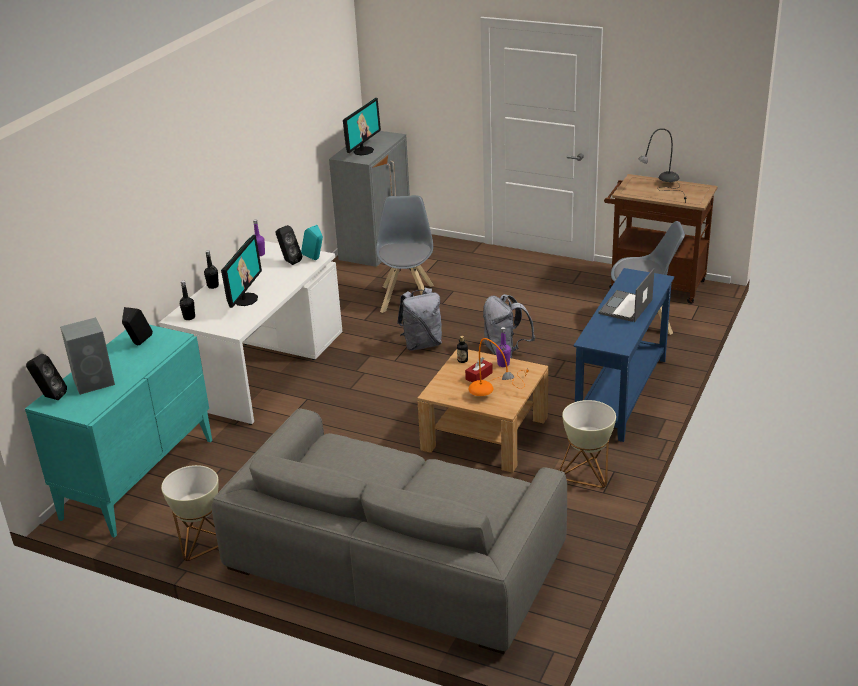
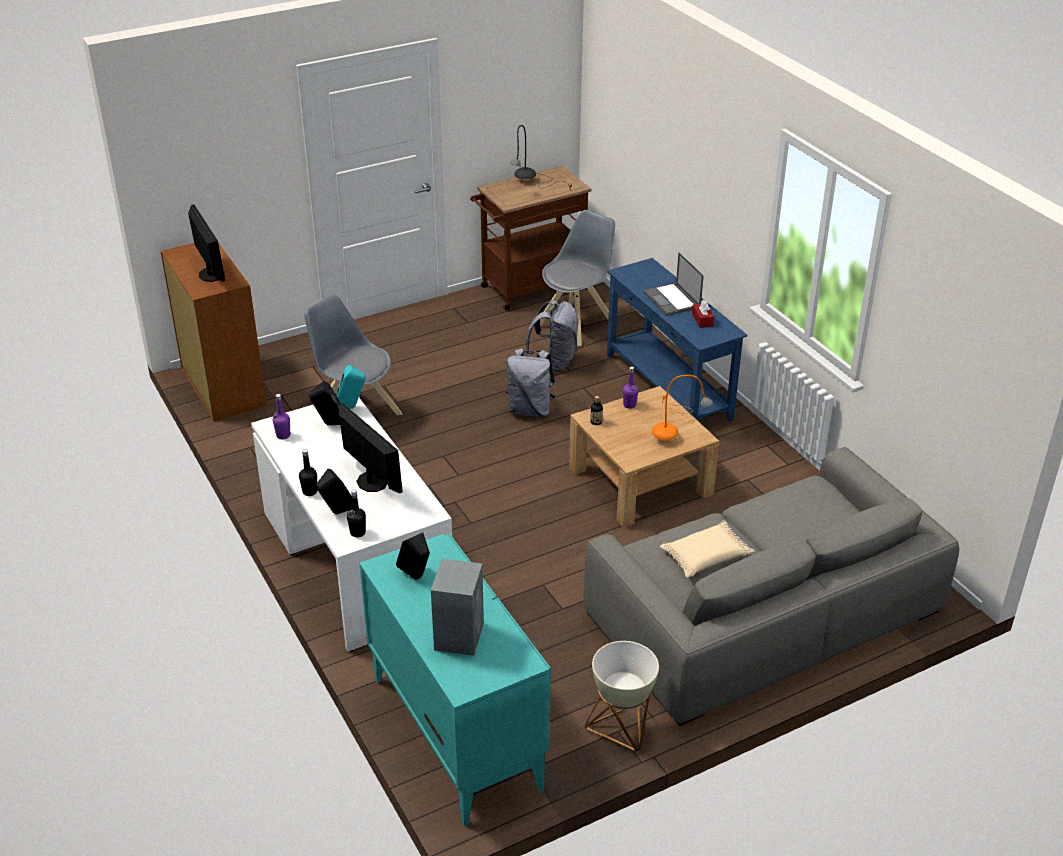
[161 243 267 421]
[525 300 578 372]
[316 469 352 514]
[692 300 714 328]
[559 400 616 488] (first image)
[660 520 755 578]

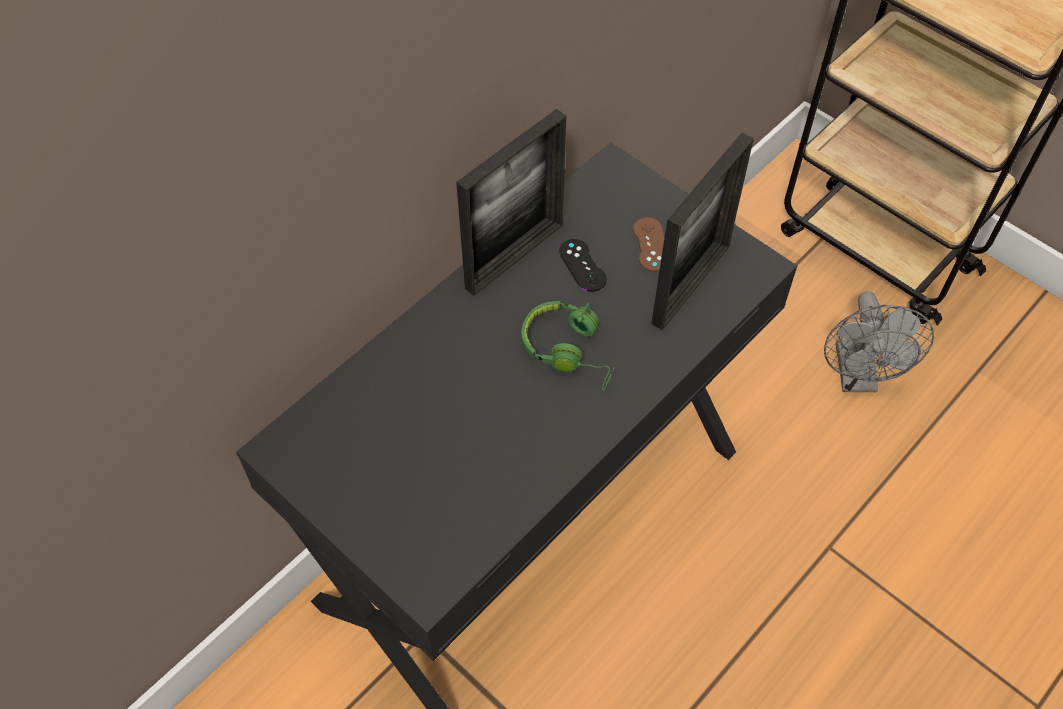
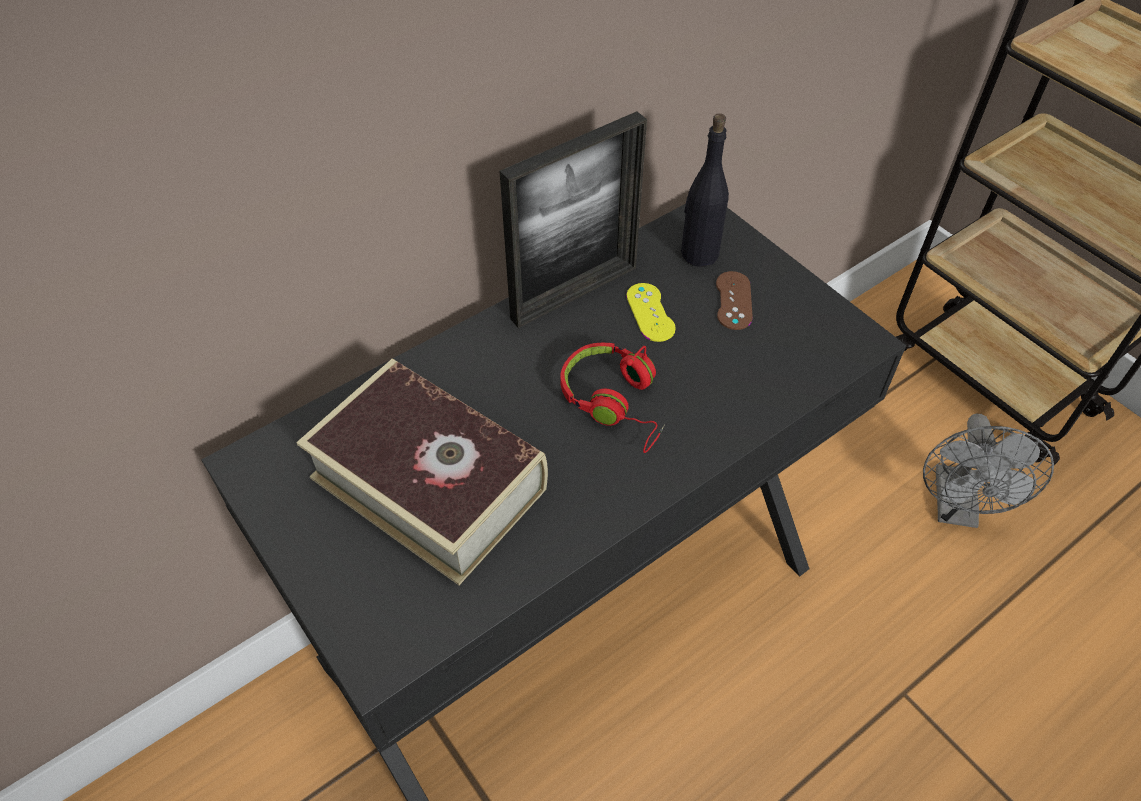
[651 132 754 330] (first image)
[626 283 676 342]
[561 343 665 453]
[681 113 729 267]
[296 358 548 585]

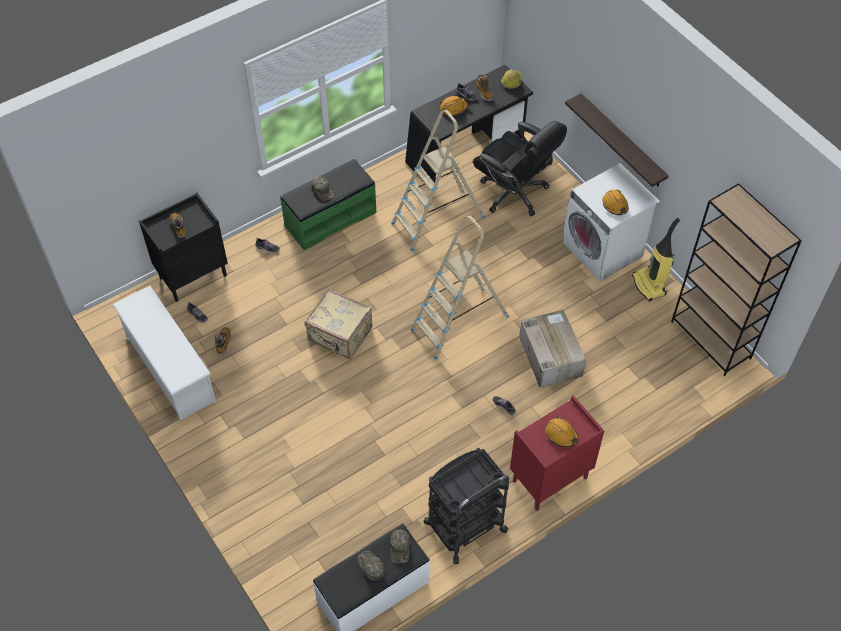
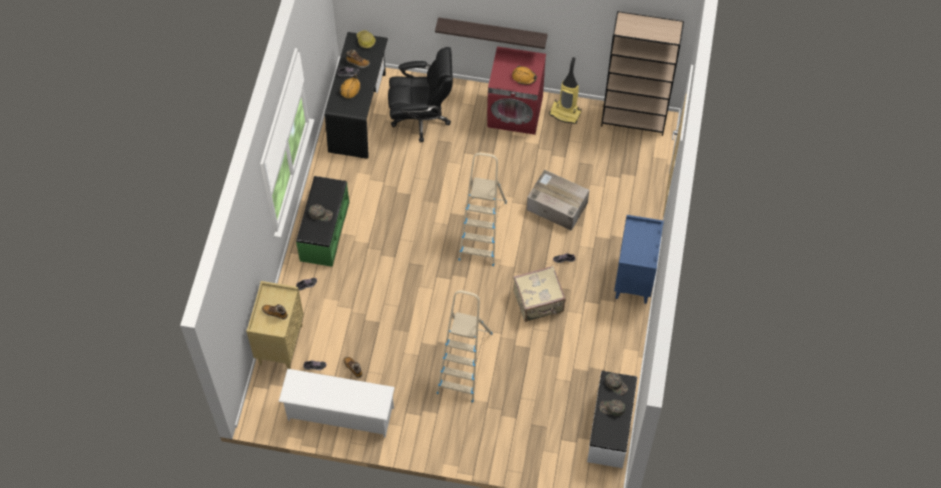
[437 290 493 403]
[487 46 546 135]
[246 281 304 369]
[513 266 566 322]
[614 215 664 304]
[545 417 578 448] (first image)
[423 448 509 564] (first image)

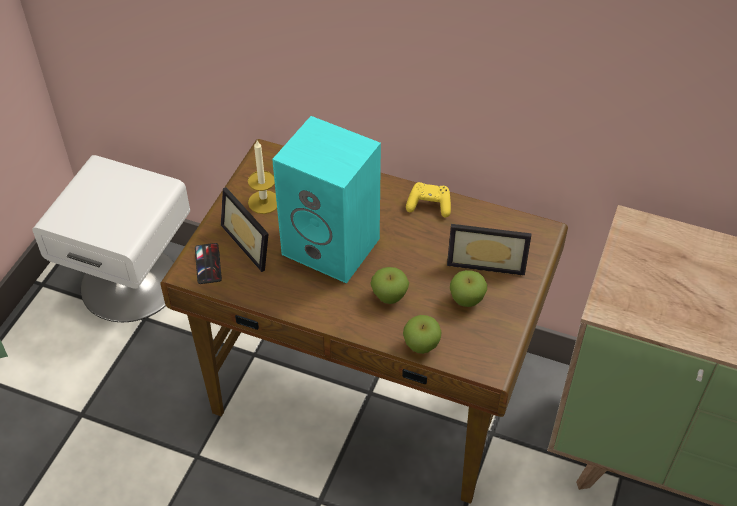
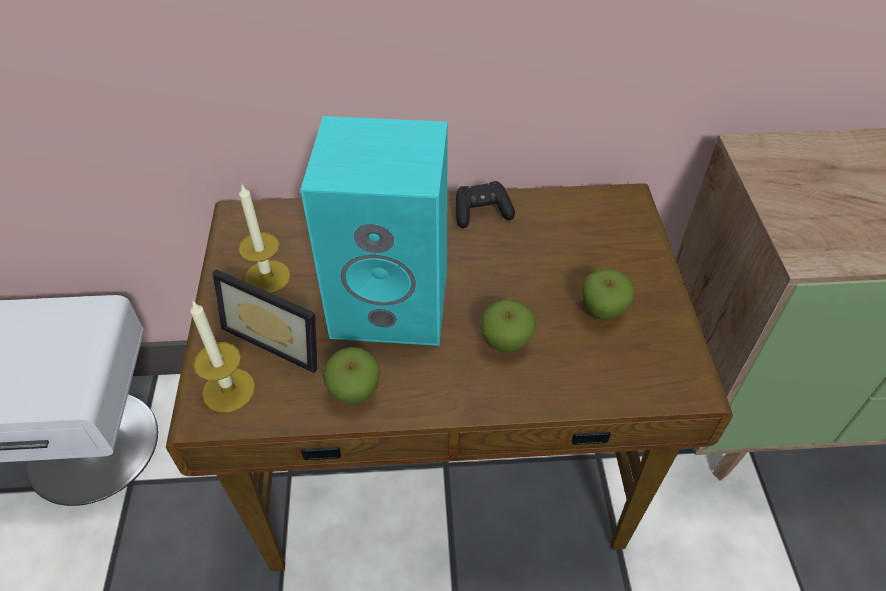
[456 181 515 228]
[447 224 531 276] (first image)
[190 301 255 412]
[323 347 380 404]

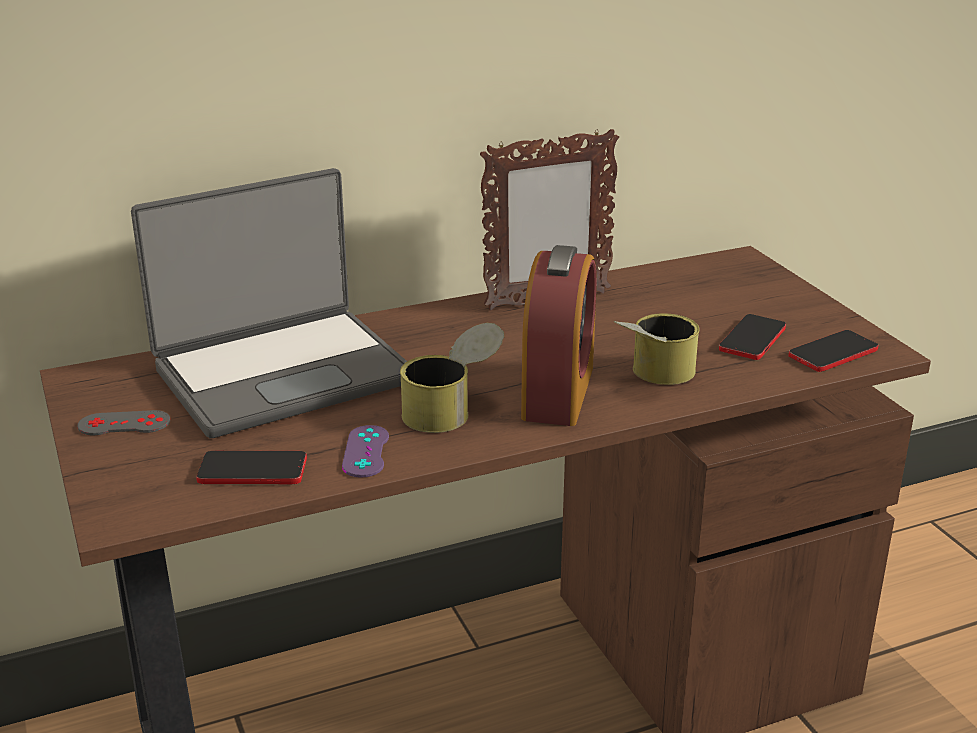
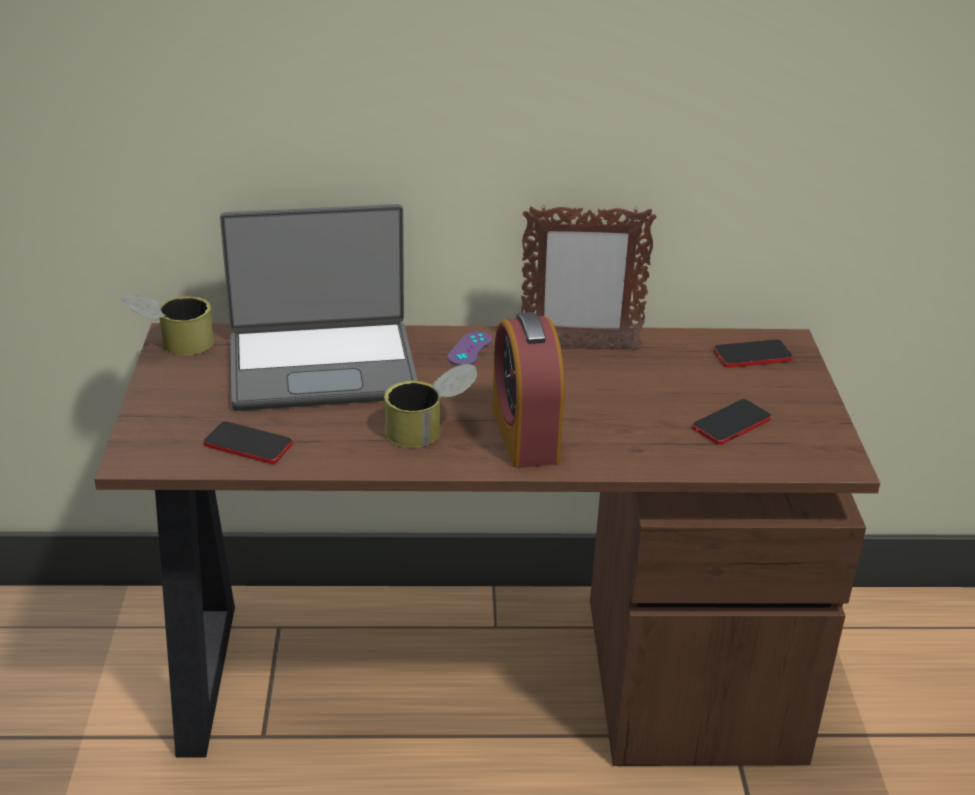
[492 312 565 468]
[122 295 214 356]
[713 339 793 367]
[77 410 170 436] (first image)
[447 331 492 366]

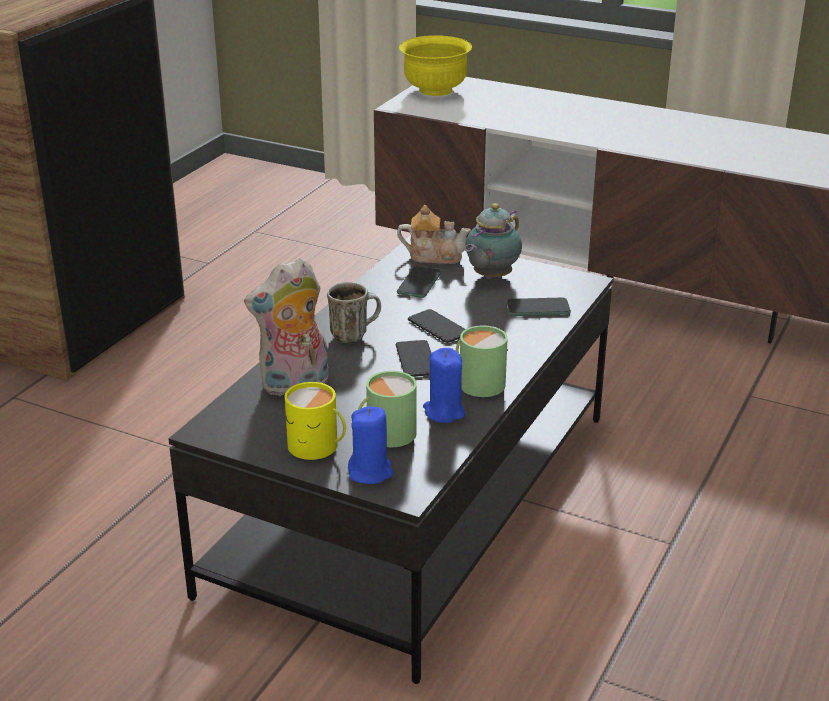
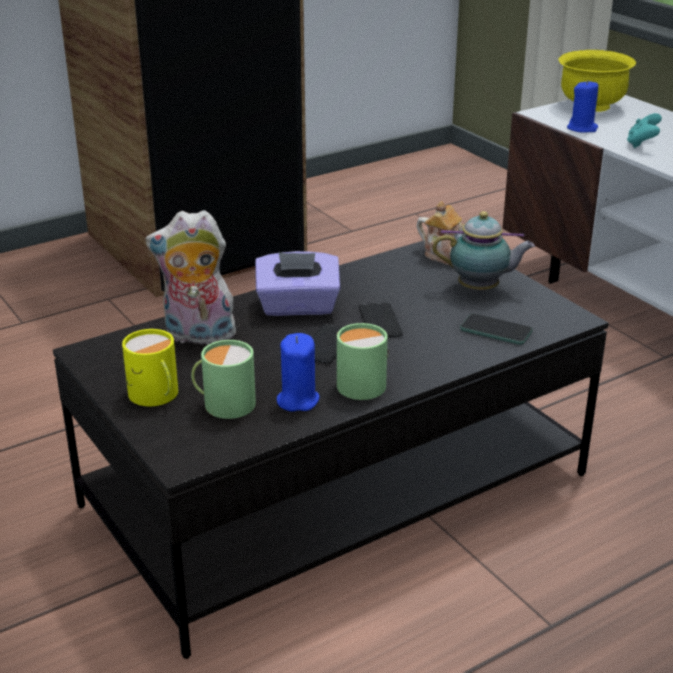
[433 211 535 290]
[397 266 441 298] (first image)
[255 251 340 316]
[567 80 598 133]
[627 113 662 148]

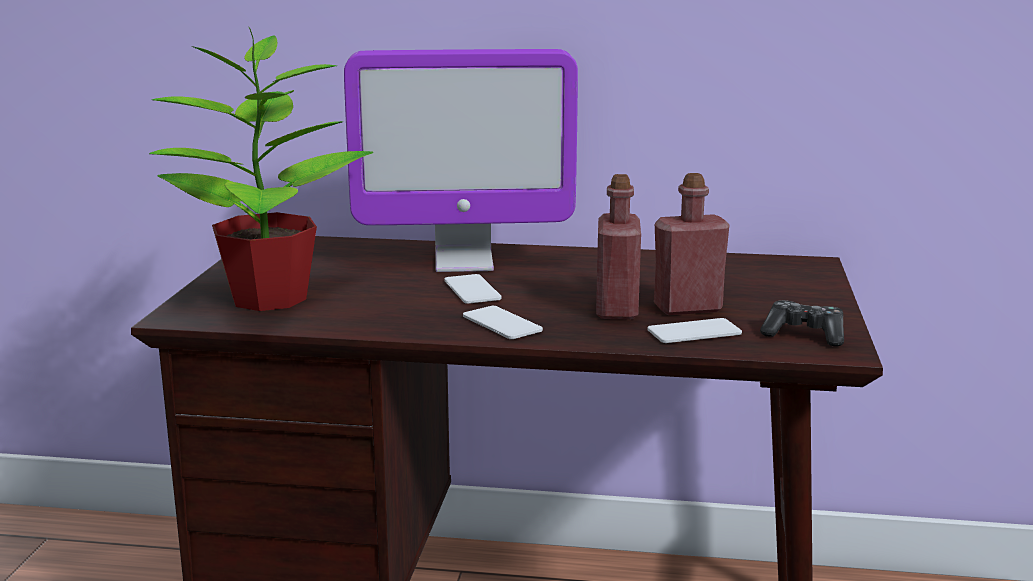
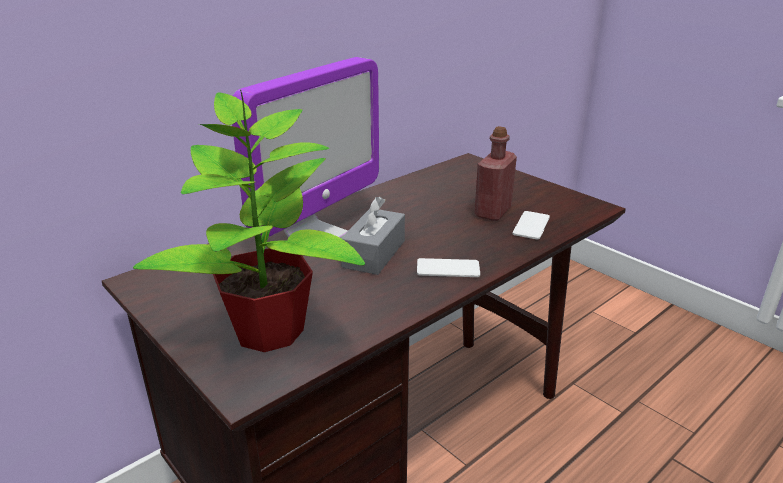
[596 174 641 320] (first image)
[341 196 405 275]
[760 300 844 347] (first image)

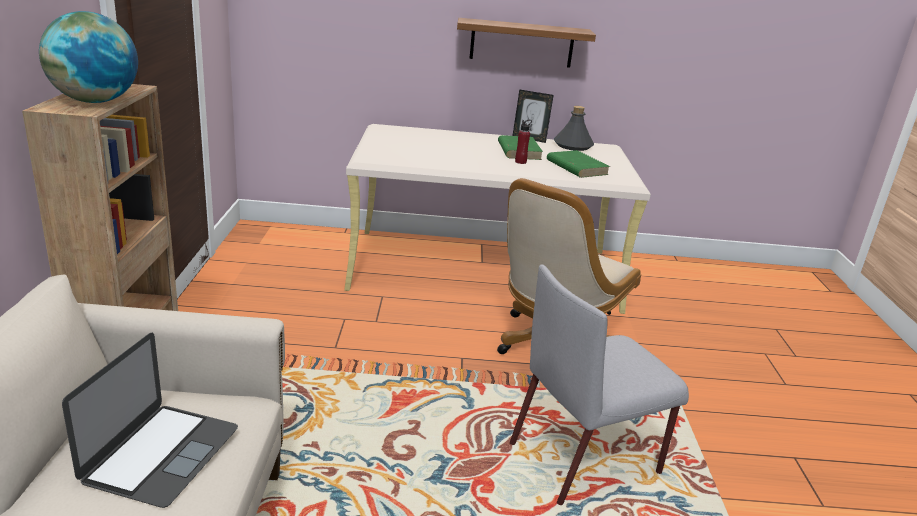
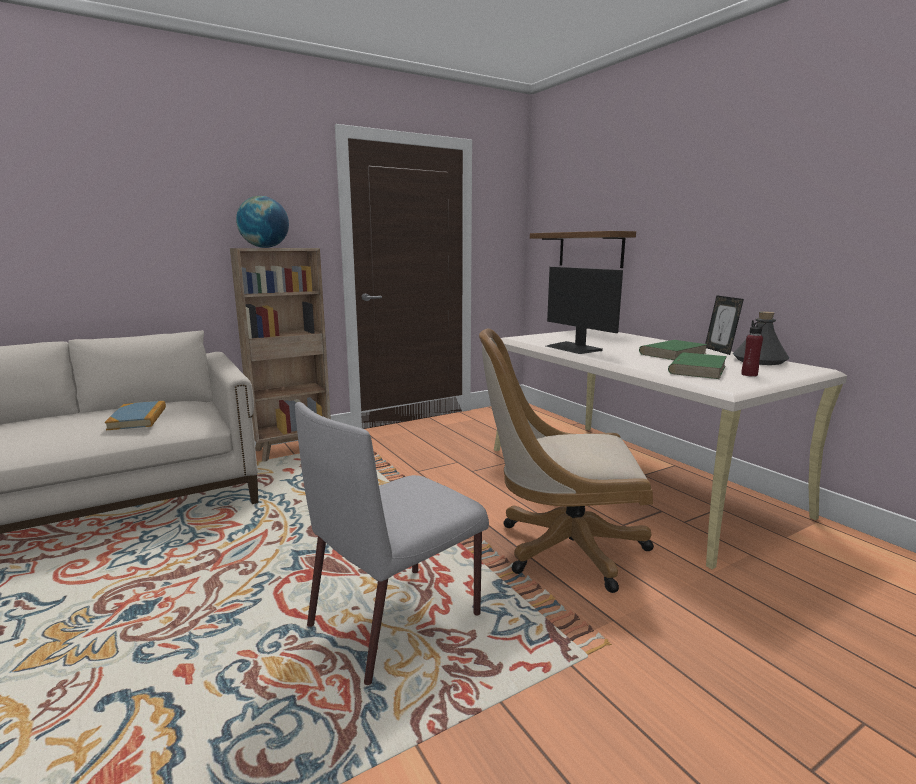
[530 231 636 268]
[741 320 766 377]
[295 402 489 685]
[105 401 166 430]
[546 267 623 354]

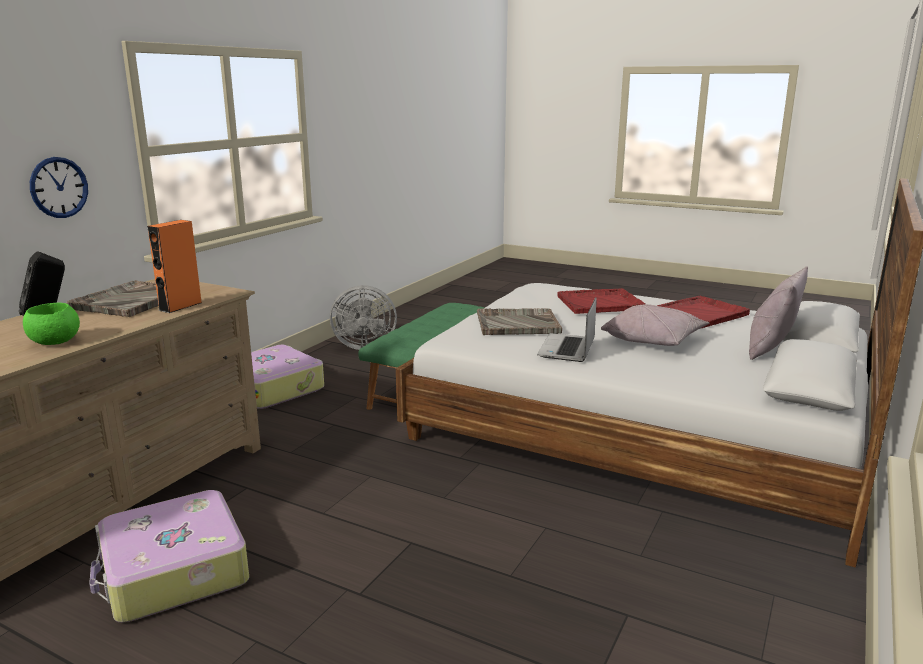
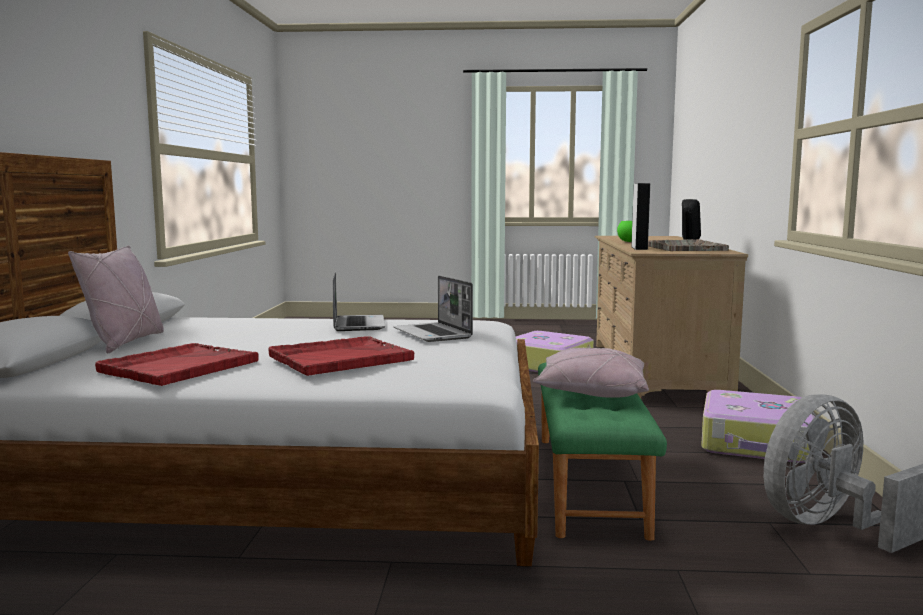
[30 157 88 218] (first image)
[631 183 650 250]
[533 348 649 398]
[394 276 473 342]

